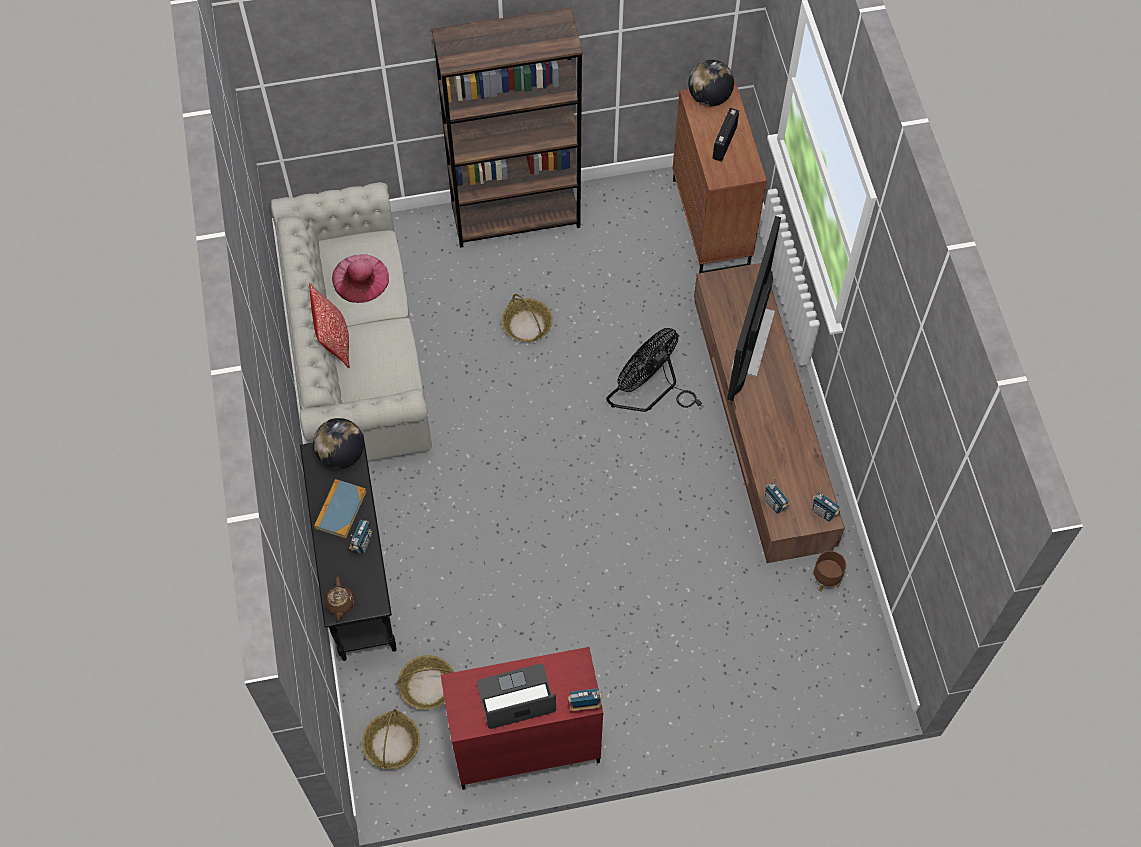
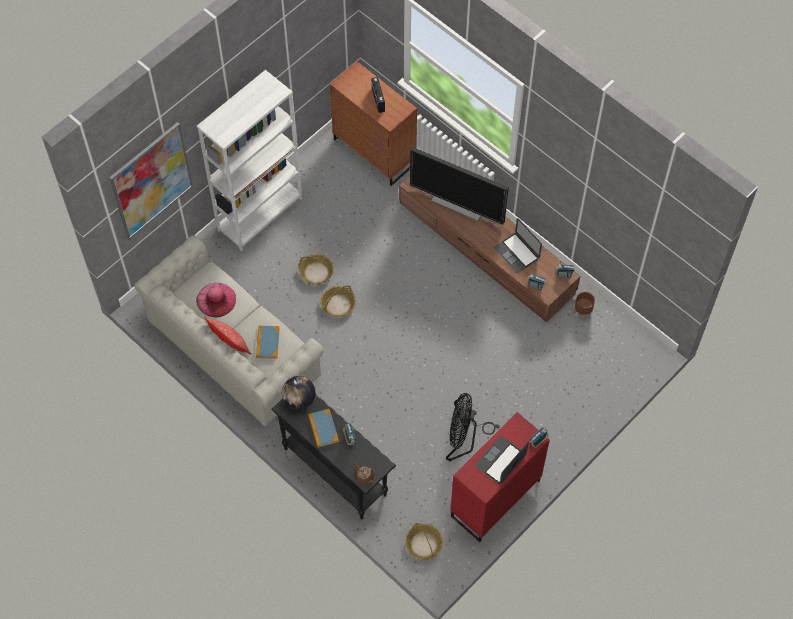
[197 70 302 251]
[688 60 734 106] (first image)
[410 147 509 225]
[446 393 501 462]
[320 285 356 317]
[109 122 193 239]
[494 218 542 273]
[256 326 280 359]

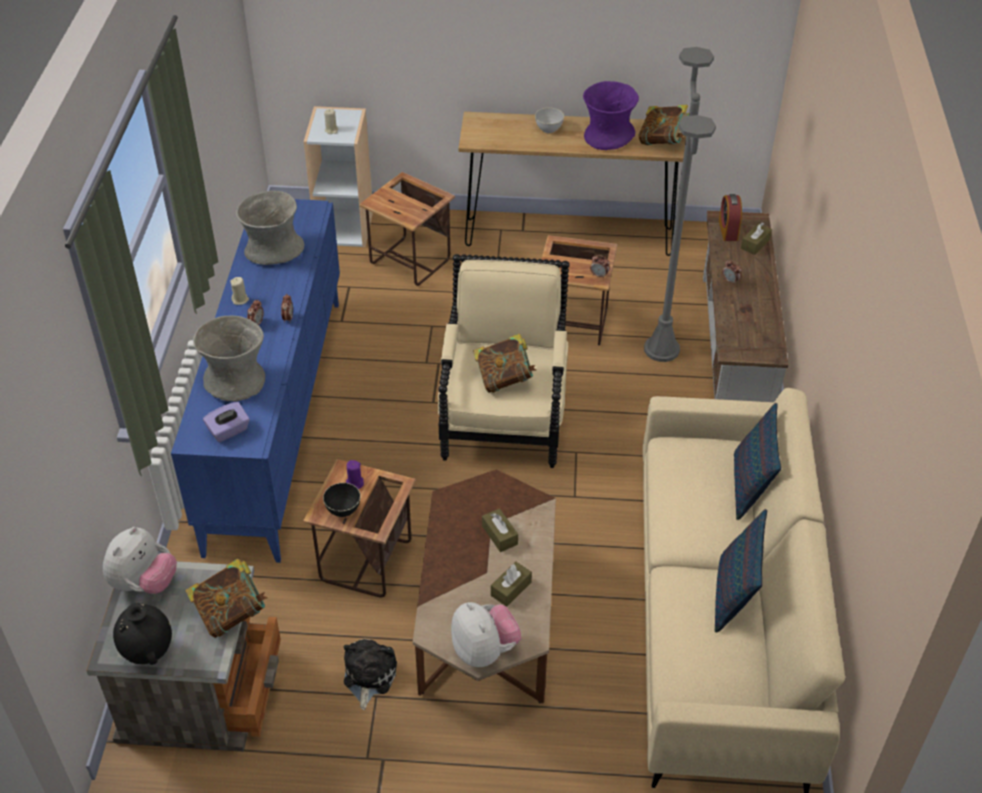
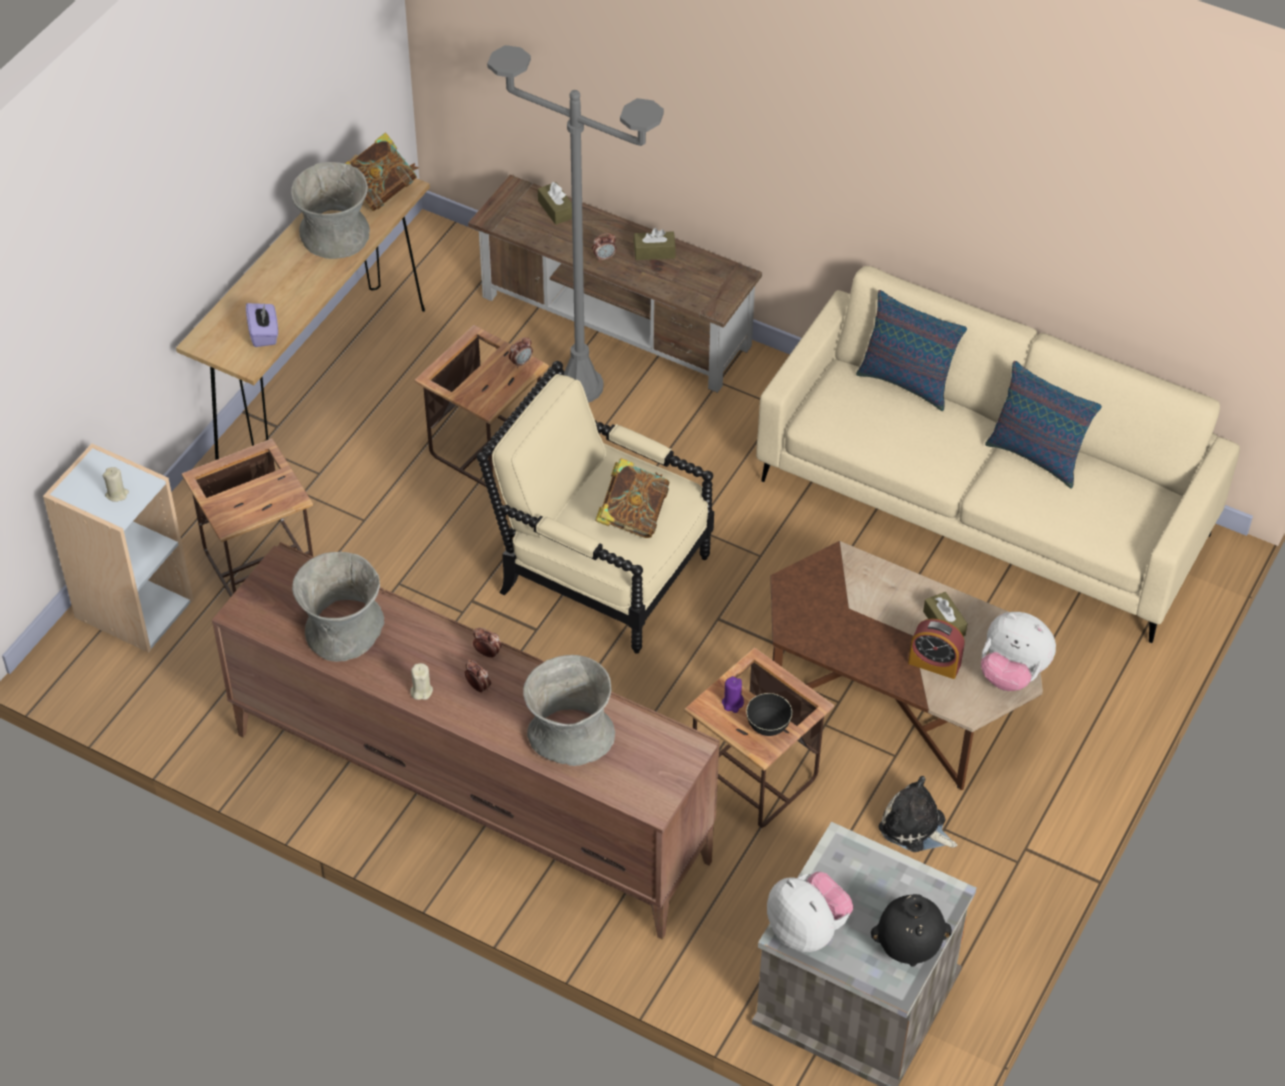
[291 162 370 259]
[535 108 564 133] (first image)
[908 619 965 679]
[212 542 720 940]
[246 303 278 347]
[634 228 676 260]
[185 559 268 638] (first image)
[981 612 1056 691]

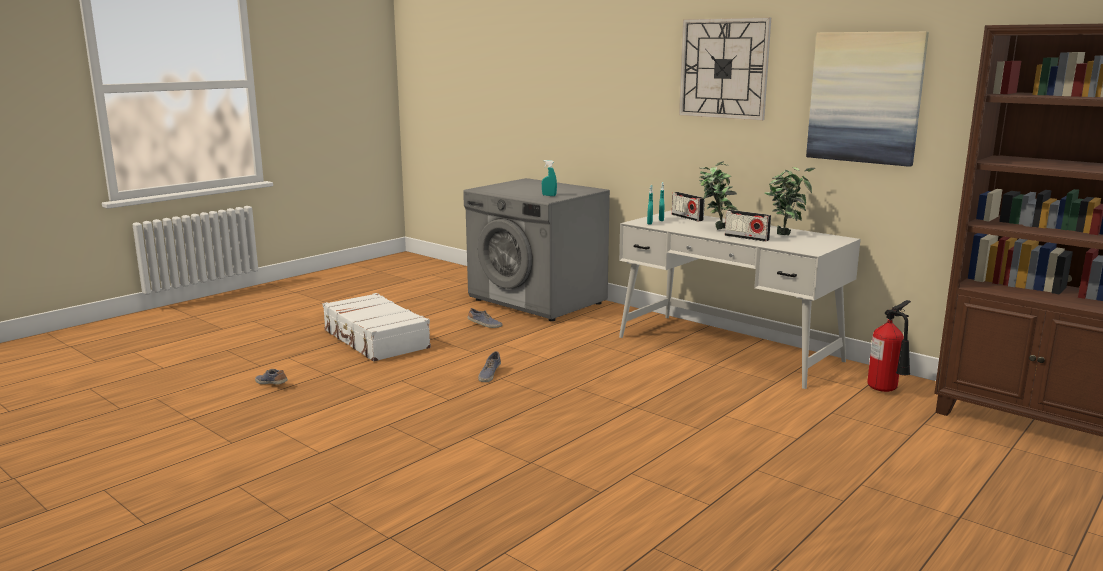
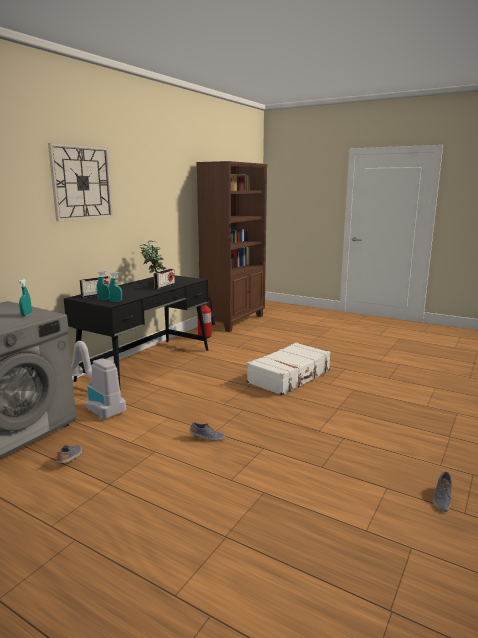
[806 31 929 167] (first image)
[699 161 738 230] (first image)
[64 275 208 392]
[247 343 331 396]
[433 472 452 512]
[71 341 126 420]

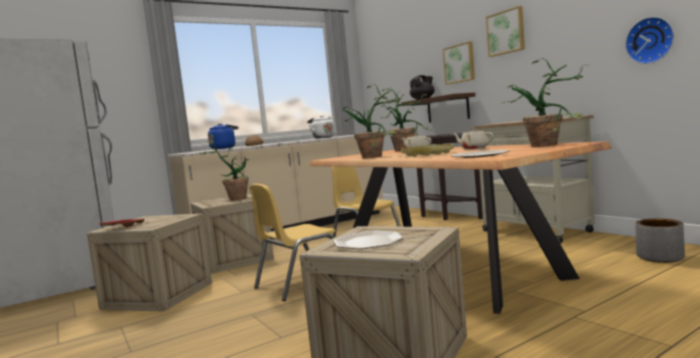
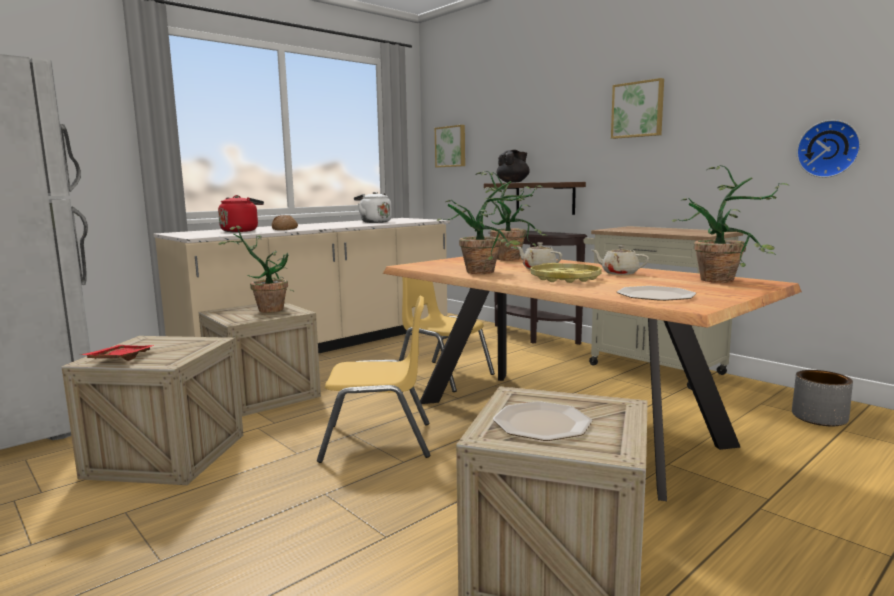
[435 125 465 167]
[218 195 264 232]
[317 296 430 463]

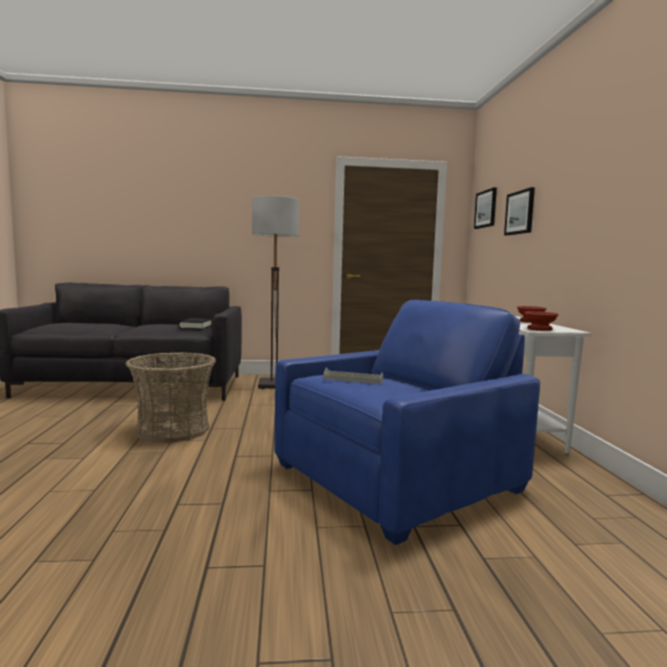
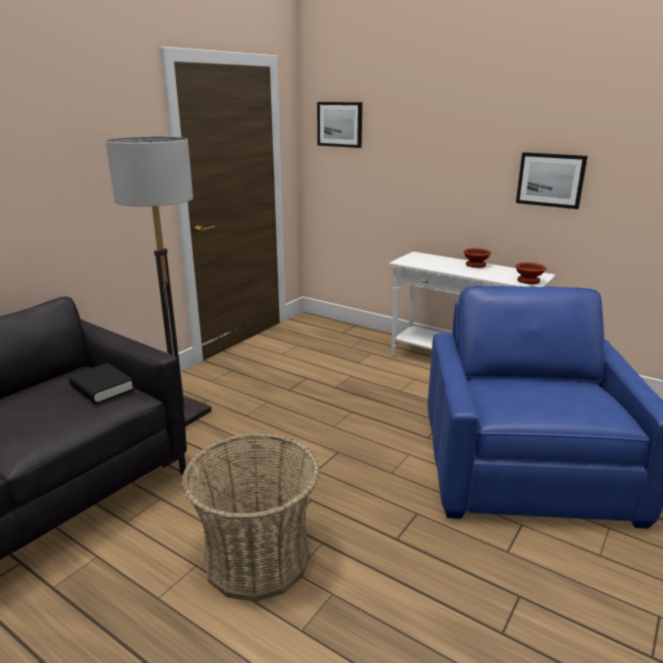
[516 152 588 209]
[323 368 383 384] (first image)

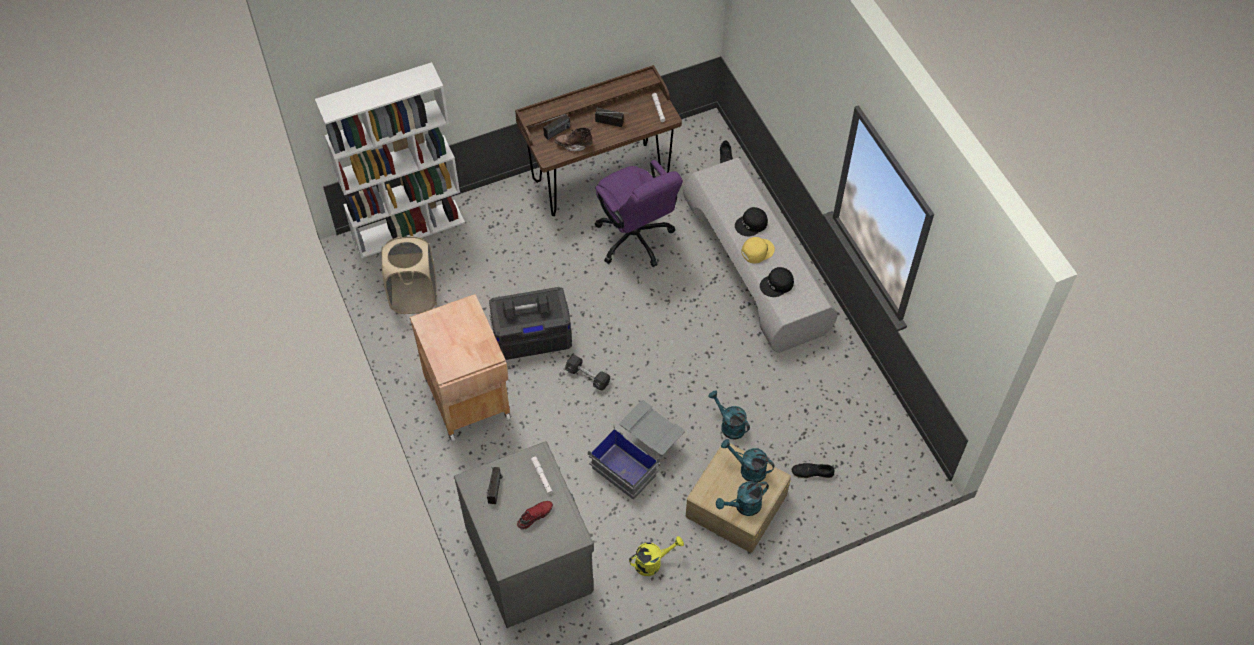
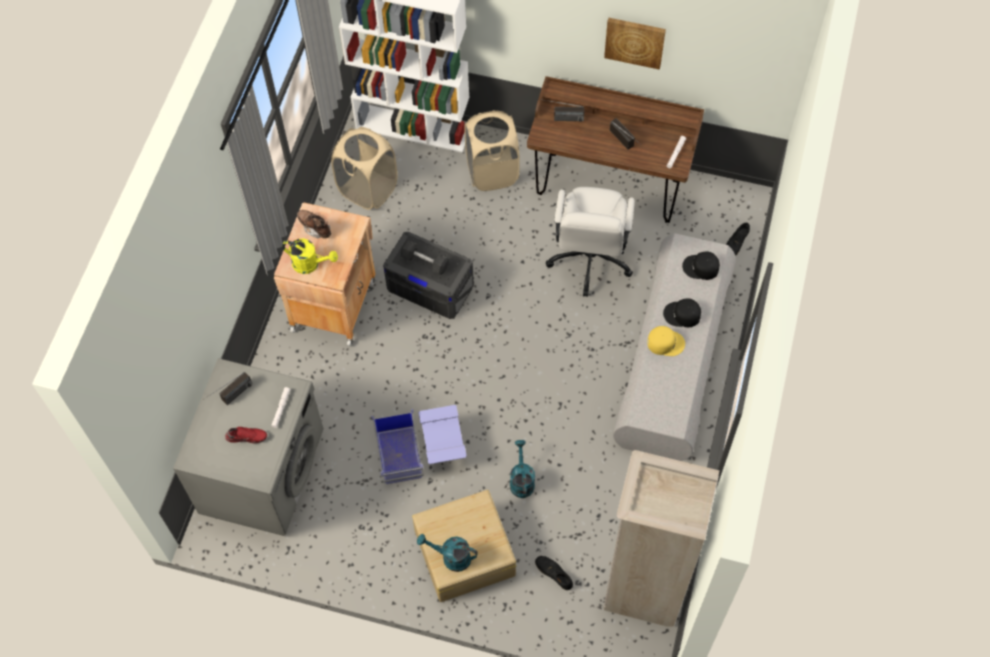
[297 210 331 239]
[546 187 635 297]
[682 251 720 280]
[565 355 610 391] (first image)
[371 405 467 484]
[721 439 774 483] (first image)
[282 239 338 274]
[604 18 666 70]
[464 110 519 191]
[603 450 720 627]

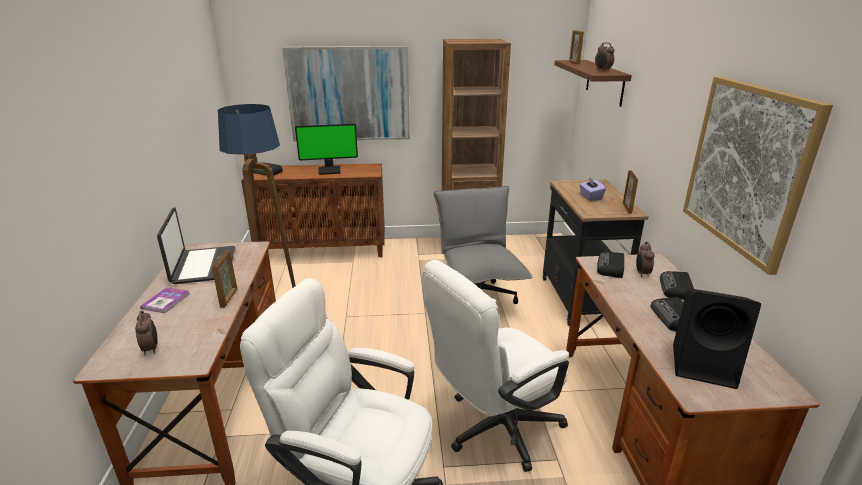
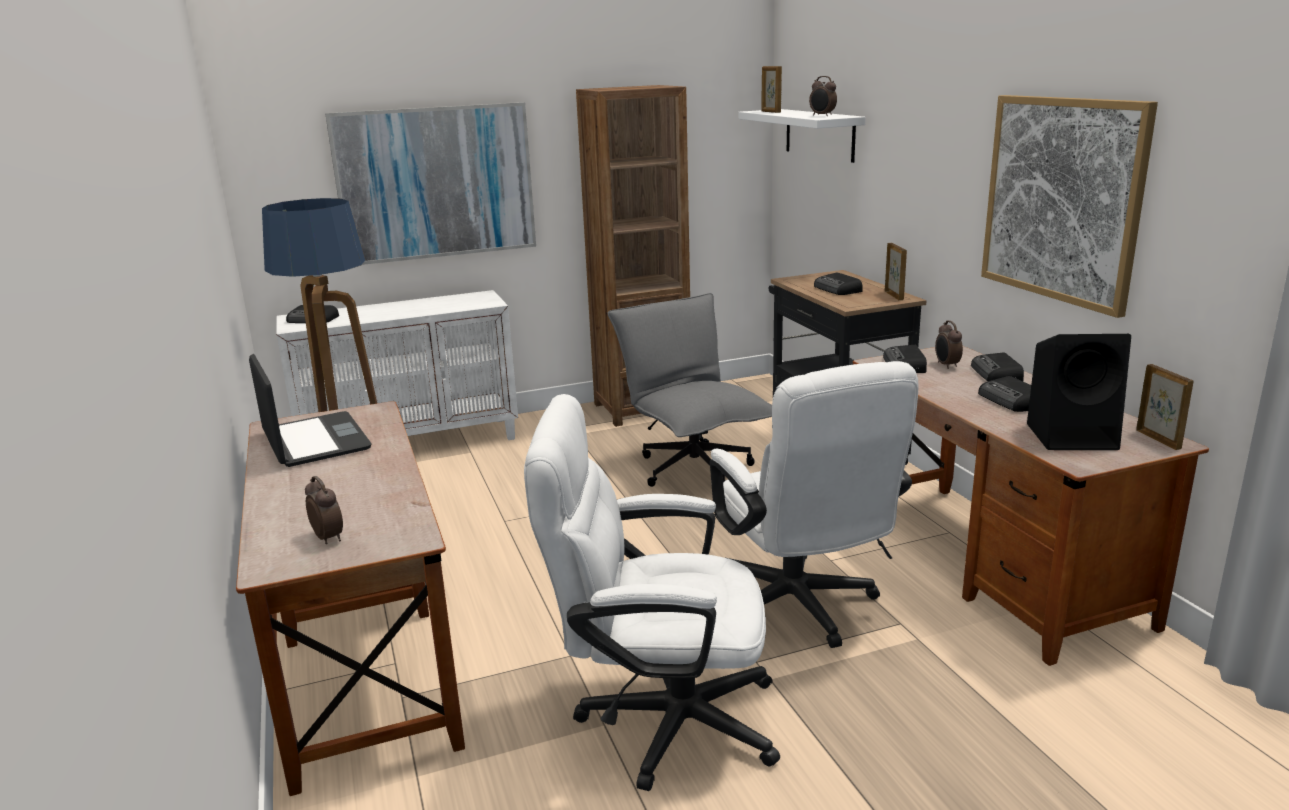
[738 109 866 163]
[295 124 358 175] (first image)
[276 290 518 440]
[814 272 863 295]
[1136 364 1194 450]
[710 361 919 648]
[140 287 190 313] (first image)

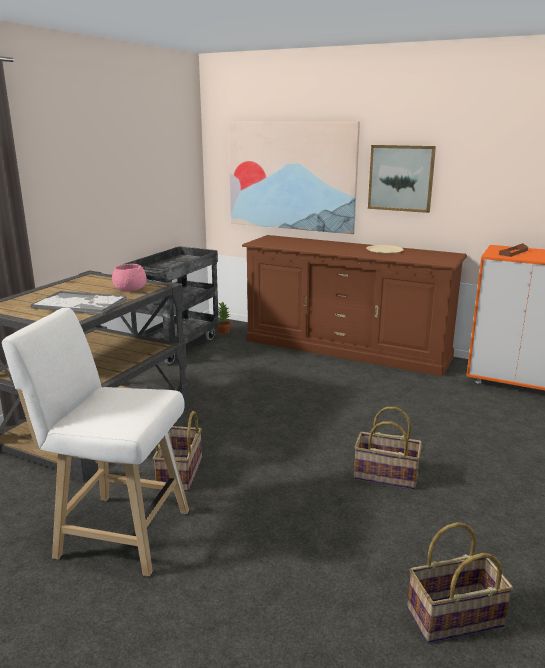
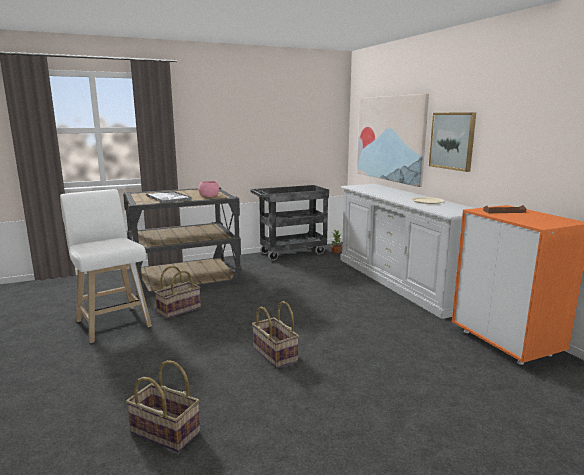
[340 184 474 319]

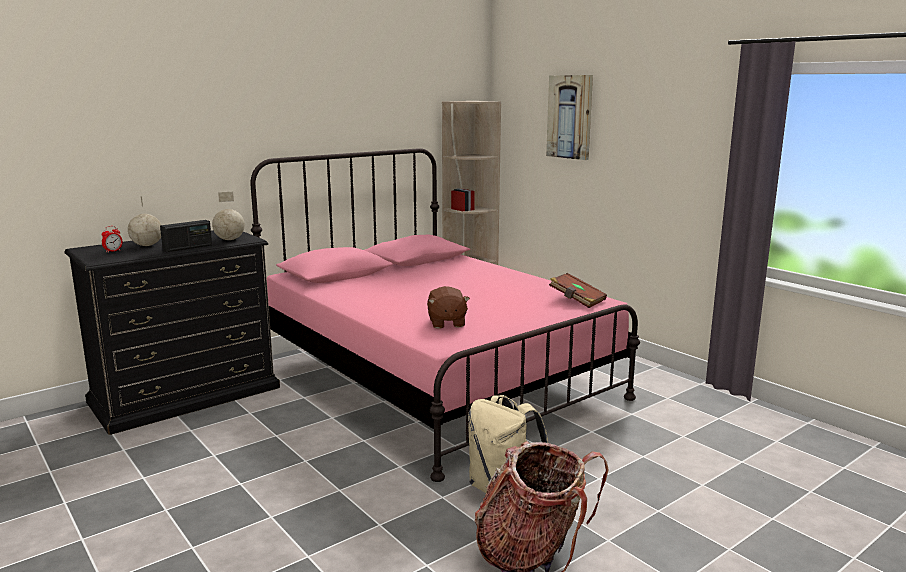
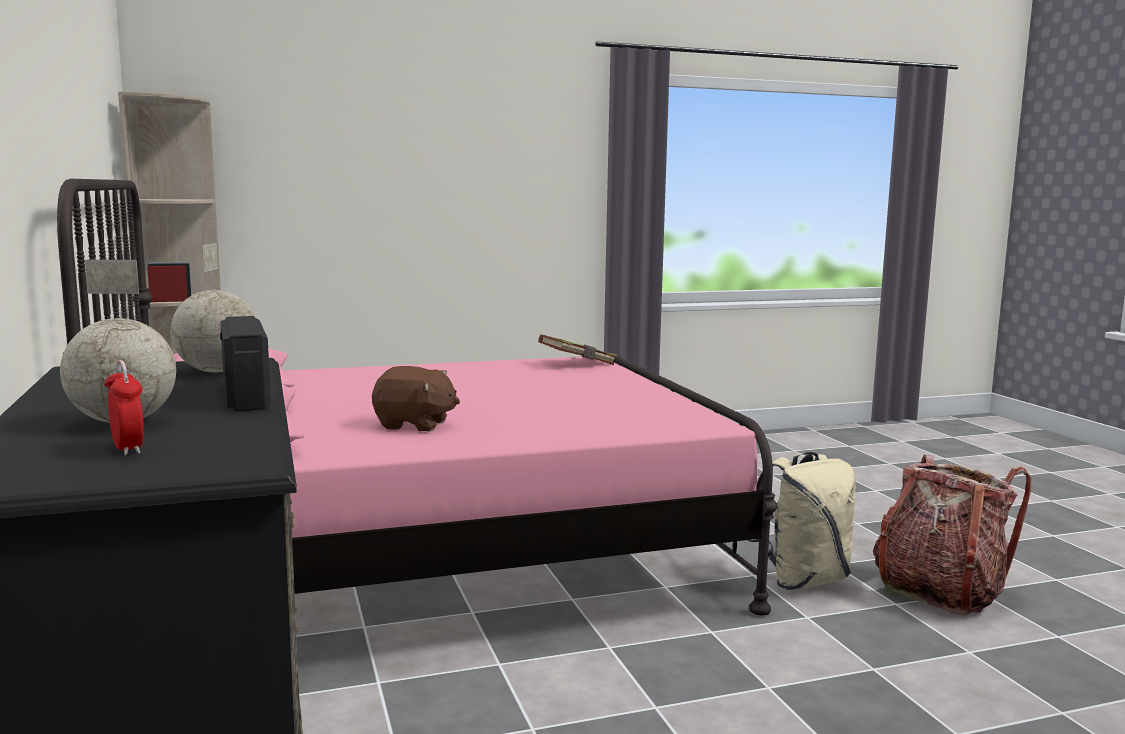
[546 75 593 160] (first image)
[372 366 460 432]

